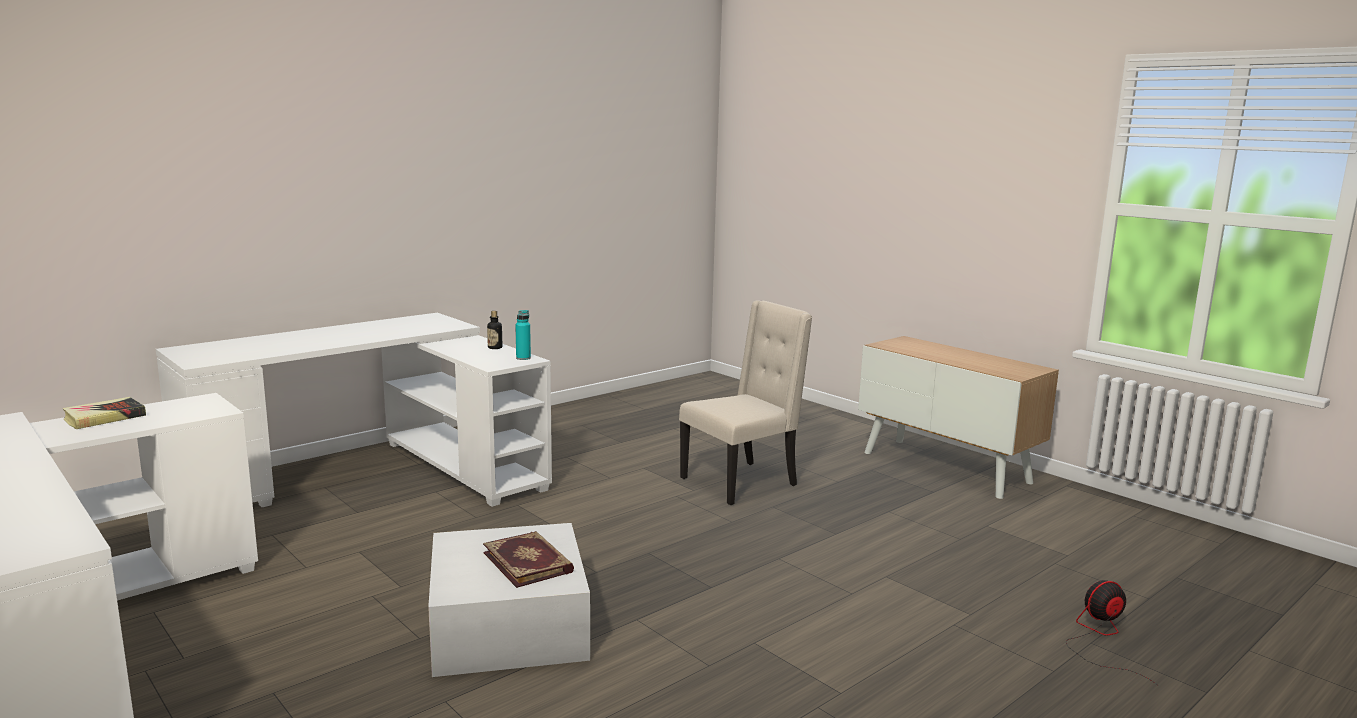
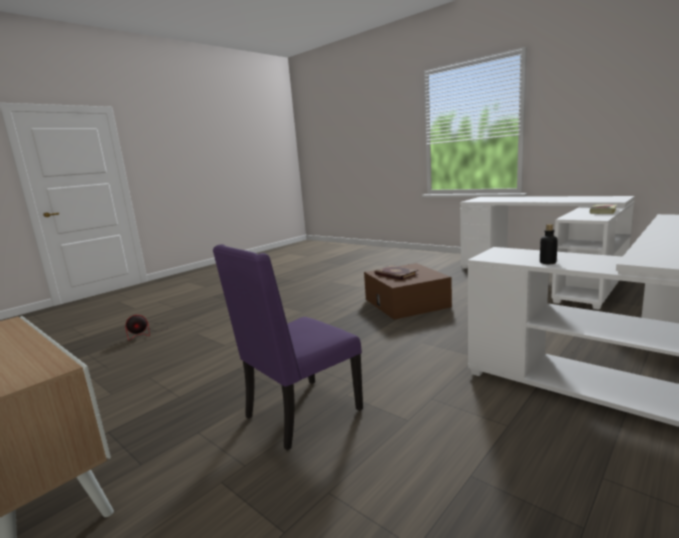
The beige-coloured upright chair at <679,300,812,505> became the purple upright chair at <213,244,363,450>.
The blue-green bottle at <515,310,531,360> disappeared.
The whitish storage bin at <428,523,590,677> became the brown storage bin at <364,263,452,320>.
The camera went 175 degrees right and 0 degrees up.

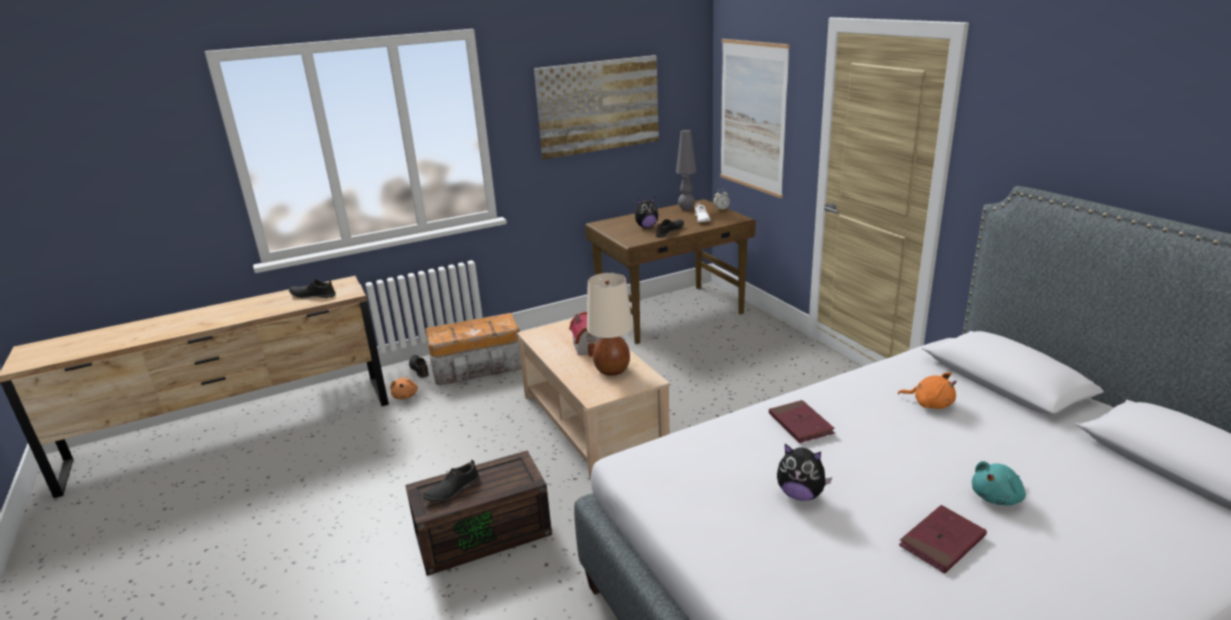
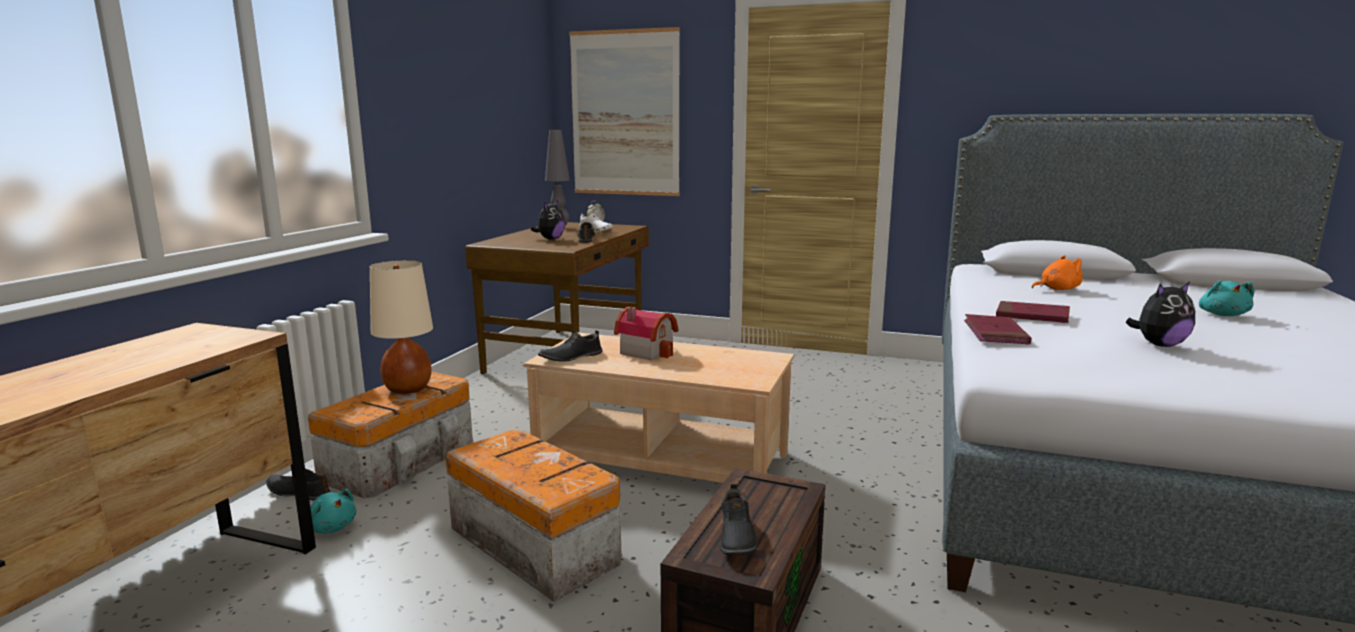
The wall art at <534,55,659,159> disappeared.
The beige-coloured table lamp moved from <587,273,633,376> to <370,260,433,394>.
The black-coloured low shoe moved from <289,279,336,298> to <538,330,602,362>.
The orangey cuddly toy at <390,378,418,399> became the blue-green cuddly toy at <310,489,356,534>.
The red-coloured bound book moved from <899,505,987,573> to <964,314,1032,345>.
The storage bin at <445,430,622,602> appeared.
The camera went 45 degrees left and 10 degrees down.

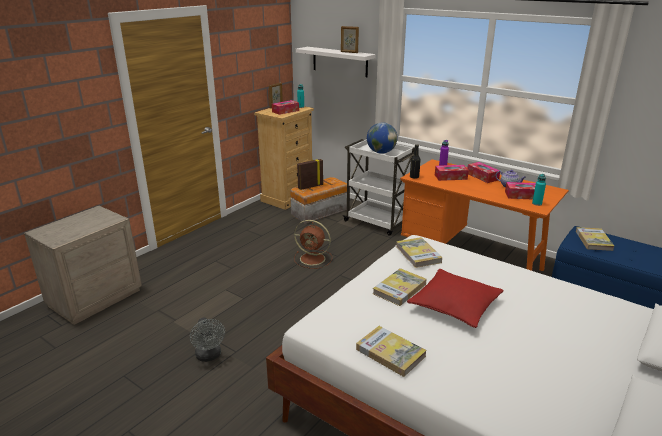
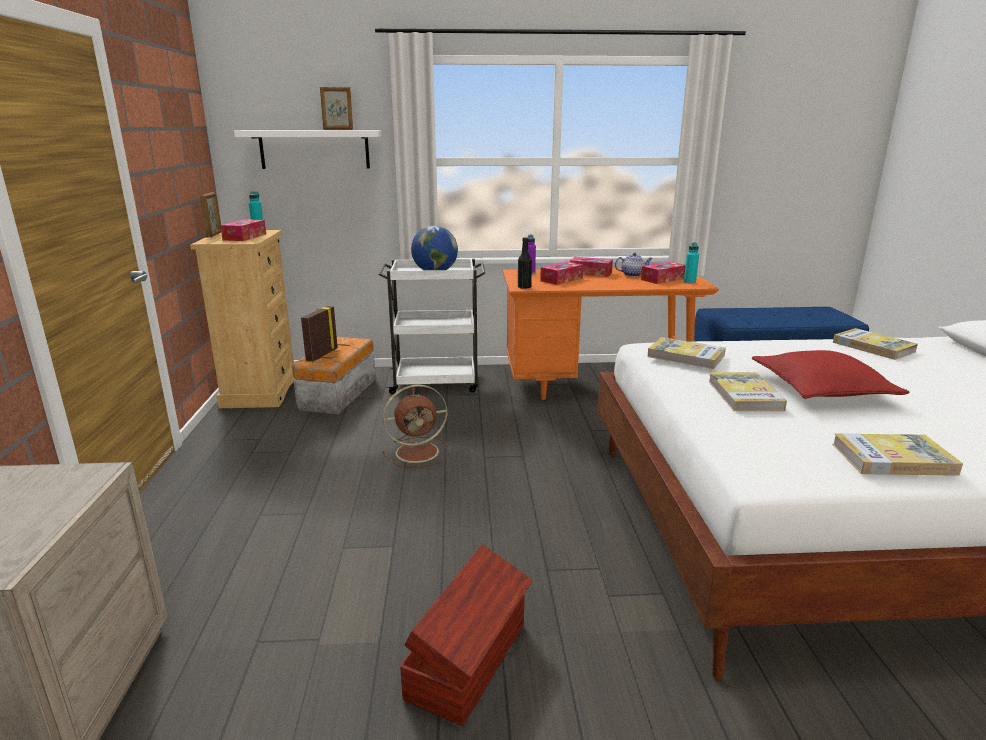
The bound book moved from <576,227,614,251> to <833,328,918,360>.
The greyish fan at <190,317,225,362> was replaced by the brown storage bin at <400,544,533,726>.
The camera went 40 degrees left and 5 degrees down.

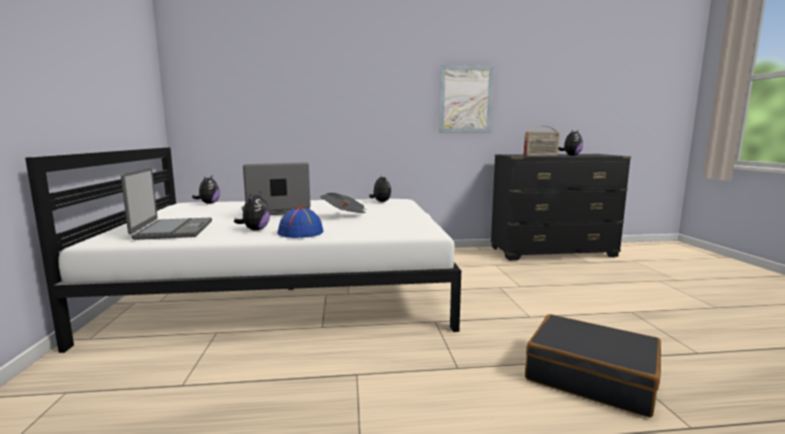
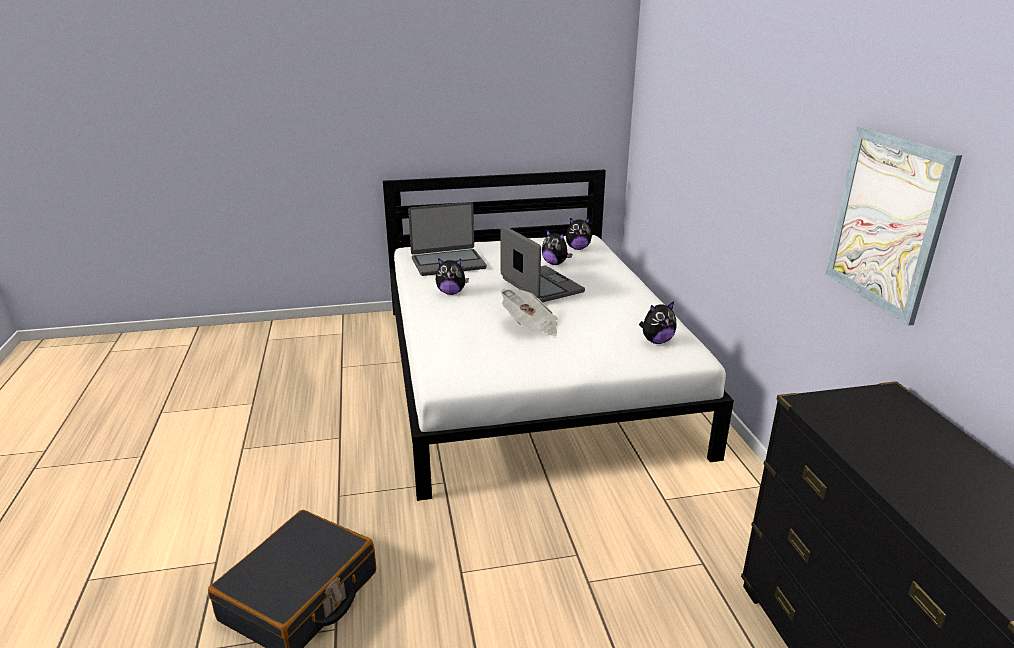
The radio at <524,126,560,156> disappeared.
The cuddly toy moved from <558,129,583,156> to <542,229,572,265>.
The blue-coloured hat at <277,206,323,238> disappeared.
The camera went 85 degrees right and 15 degrees up.

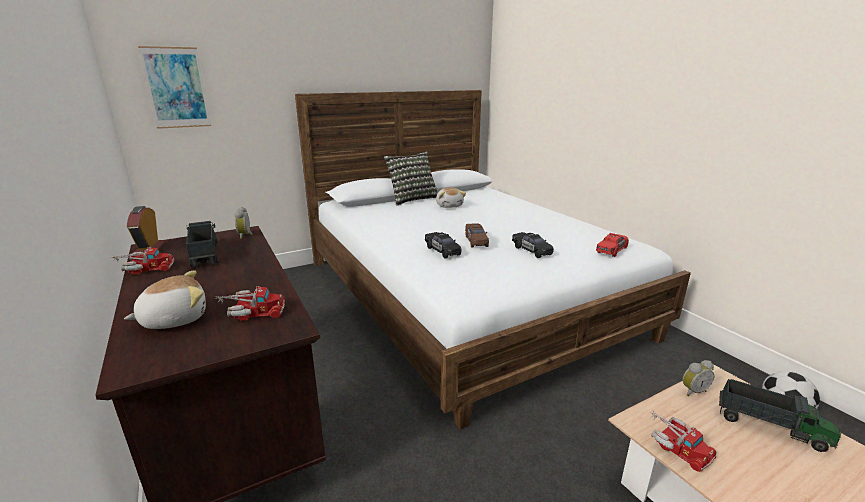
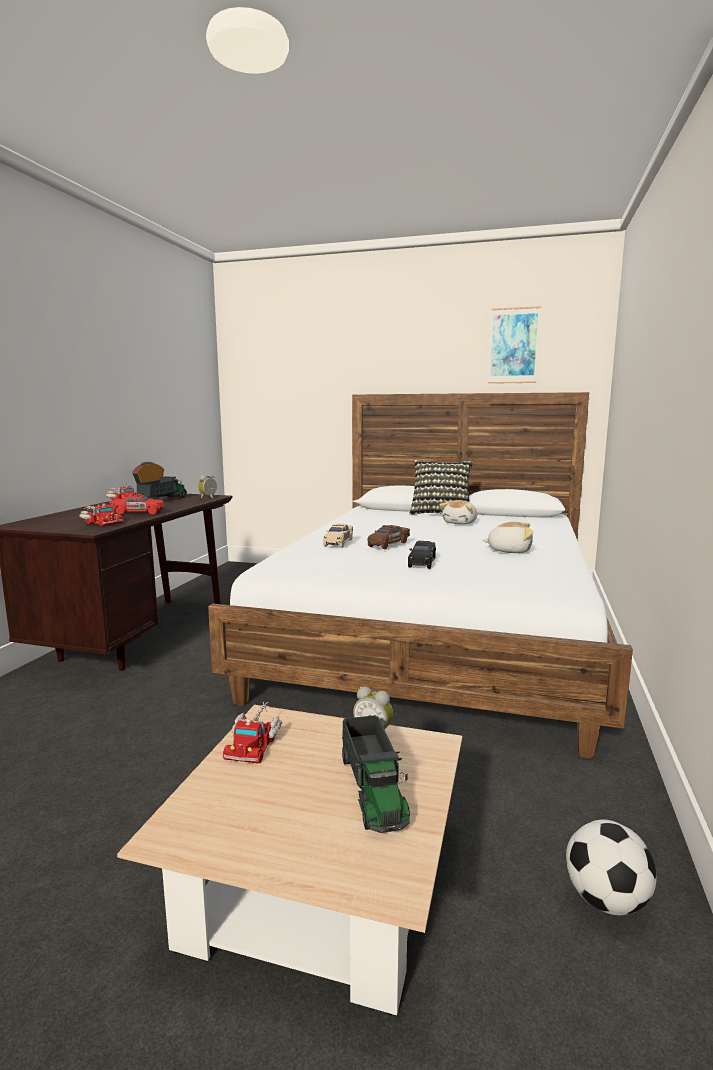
The wall art moved from <138,46,211,129> to <488,306,541,384>.
The black-coloured miniature car at <425,232,462,258> became the beige-coloured miniature car at <323,524,353,548>.
The red-coloured miniature car moved from <596,233,629,257> to <109,494,164,515>.
The cuddly toy moved from <124,270,206,329> to <482,522,534,553>.
The camera went 45 degrees right and 10 degrees down.

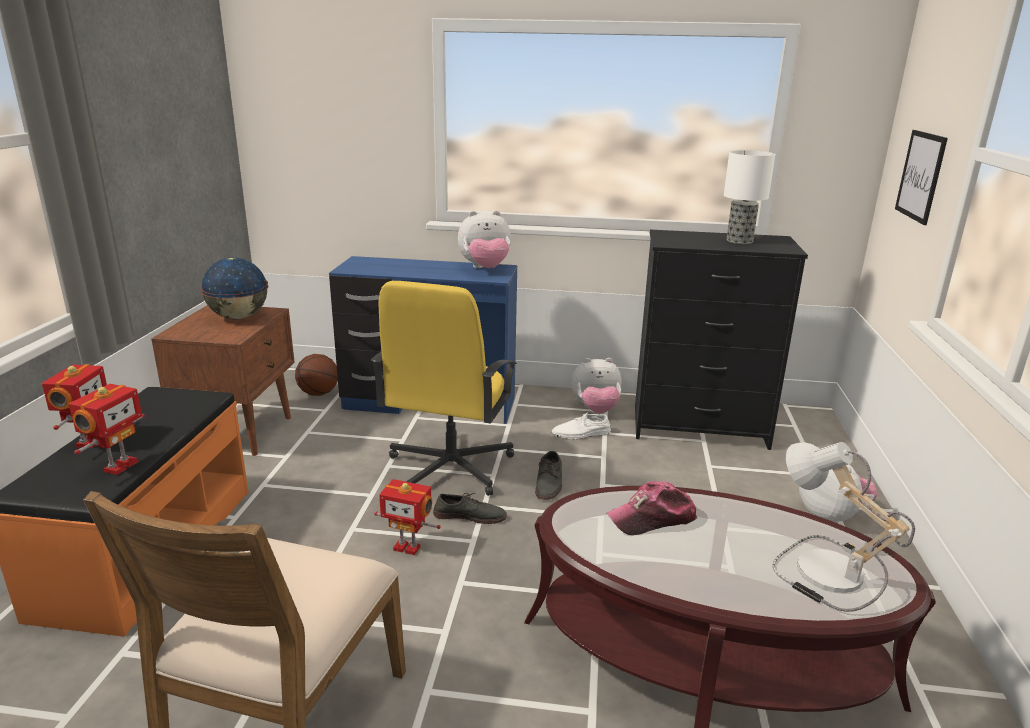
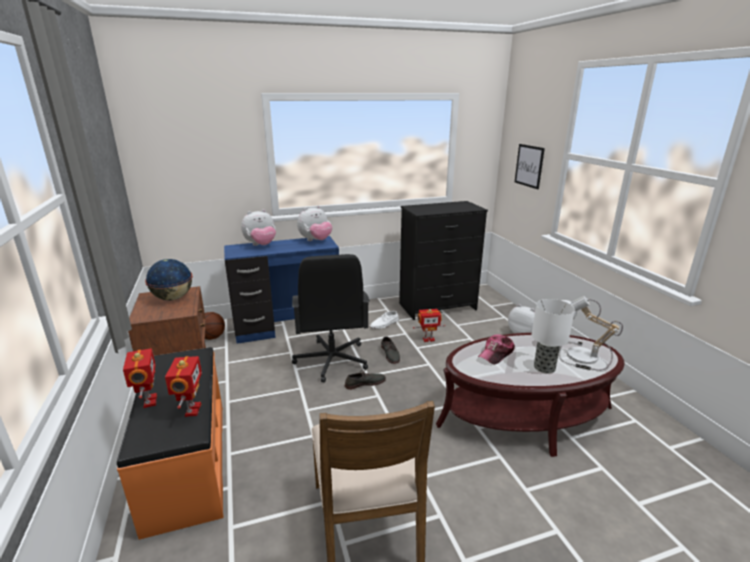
The table lamp moved from <724,150,775,244> to <532,299,575,374>.
The yellowish computer chair at <371,281,517,496> became the black-coloured computer chair at <292,254,370,383>.
The cuddly toy moved from <571,358,621,413> to <241,209,276,246>.
The toy robot moved from <374,479,441,555> to <413,309,445,342>.
The camera went 25 degrees left and 0 degrees up.

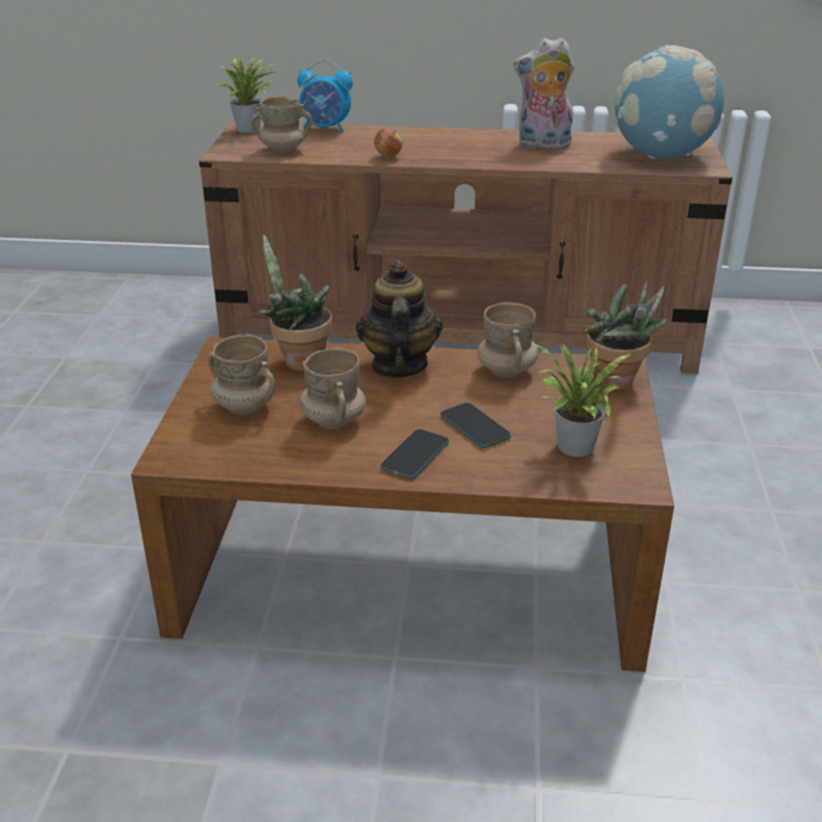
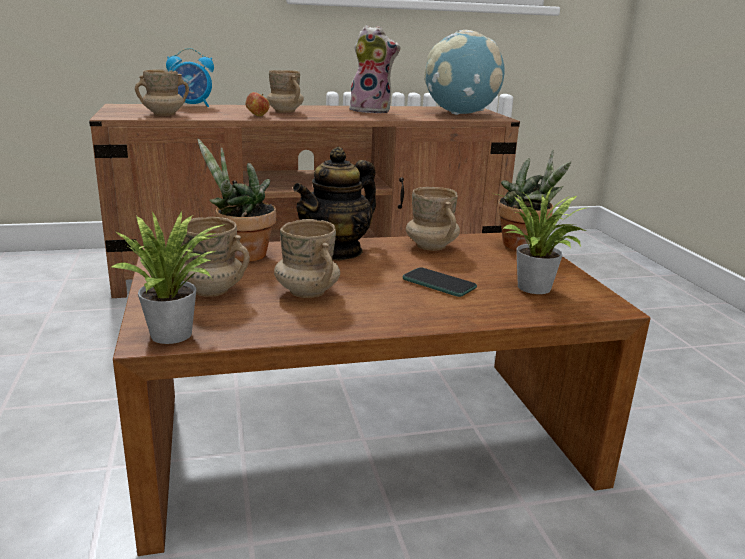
The cuddly toy at <513,37,575,149> turned 150 degrees counterclockwise.
The potted plant moved from <217,53,275,133> to <112,211,225,344>.
The teapot at <356,260,443,378> turned 120 degrees counterclockwise.
The handset at <380,429,449,479> disappeared.
The beige-coloured mug at <266,70,304,113> appeared.
The camera went 20 degrees left and 10 degrees down.

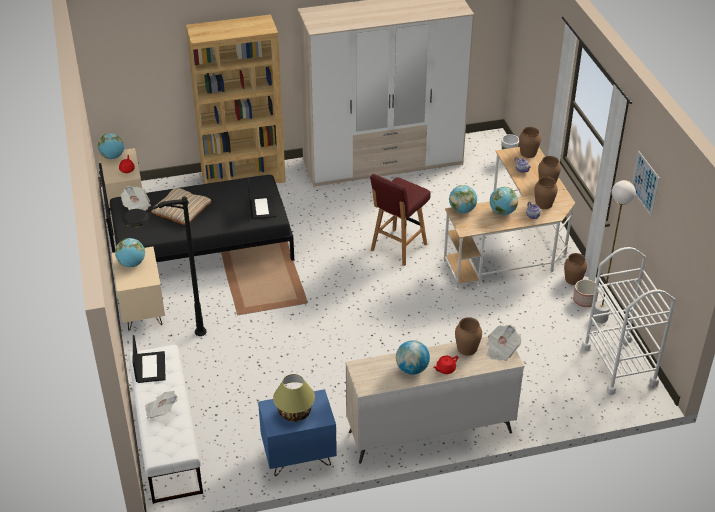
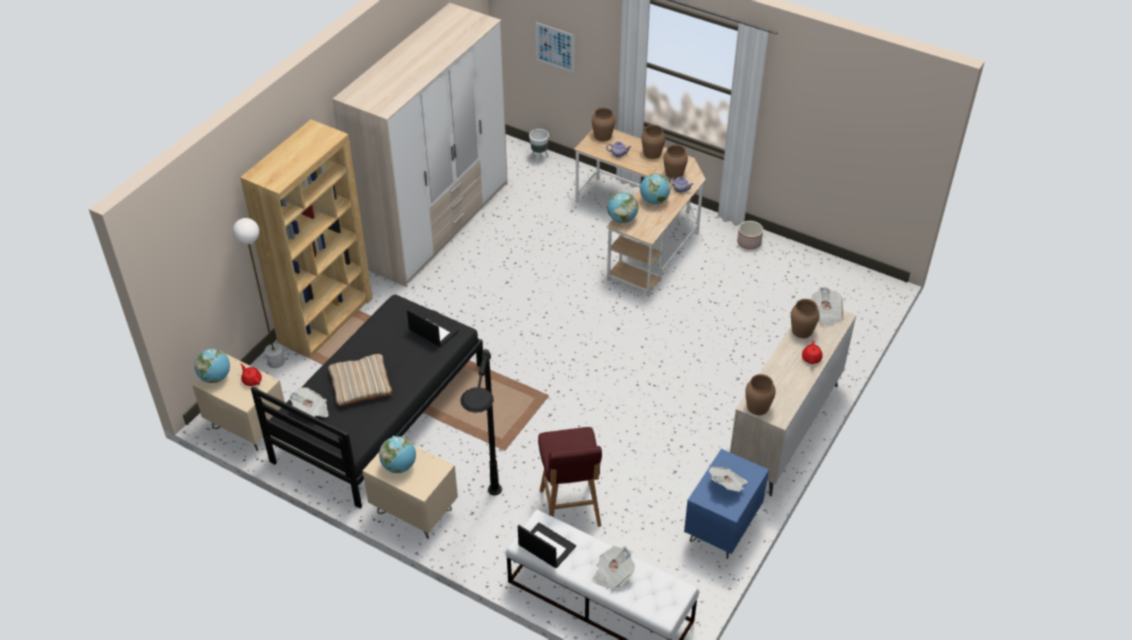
The wall art moved from <632,150,660,217> to <536,22,574,73>.
The red-coloured sitting stool moved from <370,174,431,266> to <538,427,602,527>.
The whitish floor lamp moved from <593,180,636,323> to <233,218,285,368>.
The whitish trolley at <582,247,675,395> disappeared.
The brown flower vase moved from <564,253,587,285> to <745,374,776,415>.
The world globe at <396,340,430,375> disappeared.
The table lamp at <273,374,315,422> was replaced by the newspaper at <709,467,747,492>.
The camera went 45 degrees left and 5 degrees up.

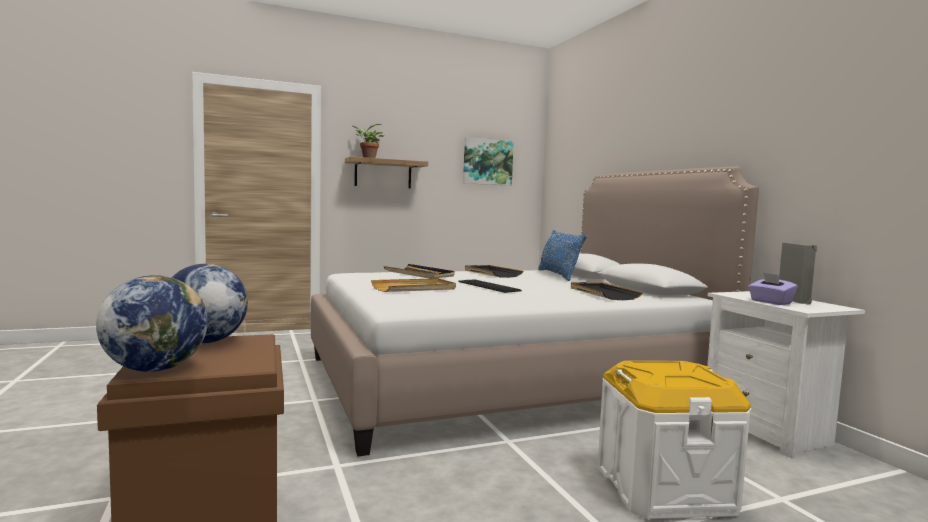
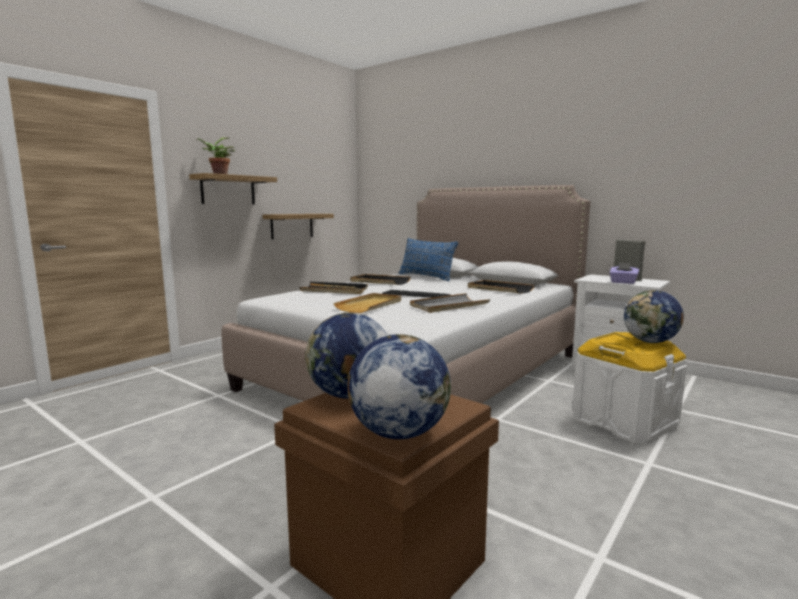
The wall art at <463,137,514,186> disappeared.
The wall shelf at <263,214,334,240> appeared.
The world globe at <624,290,684,343> appeared.
The greyish serving tray at <410,293,490,313> appeared.
The camera went 30 degrees left and 5 degrees up.

